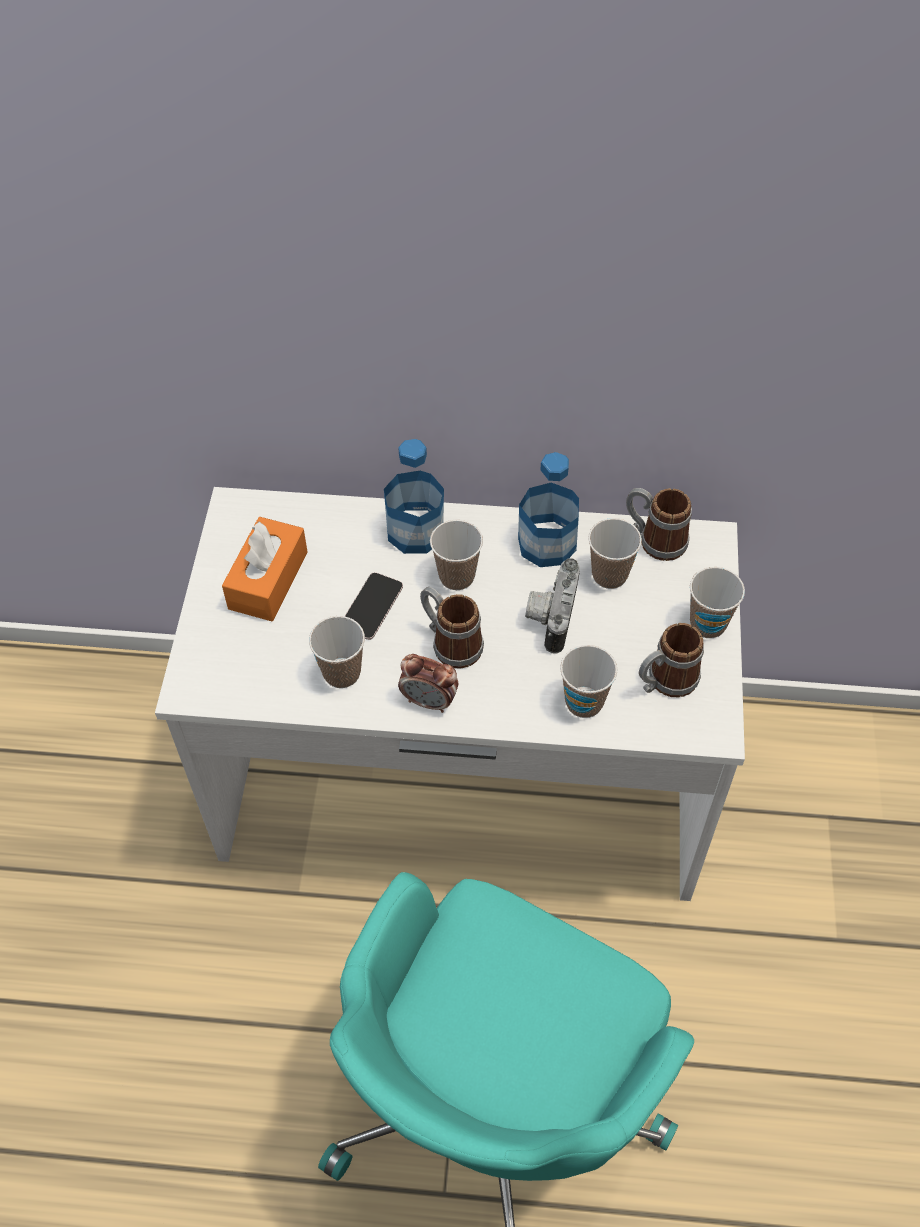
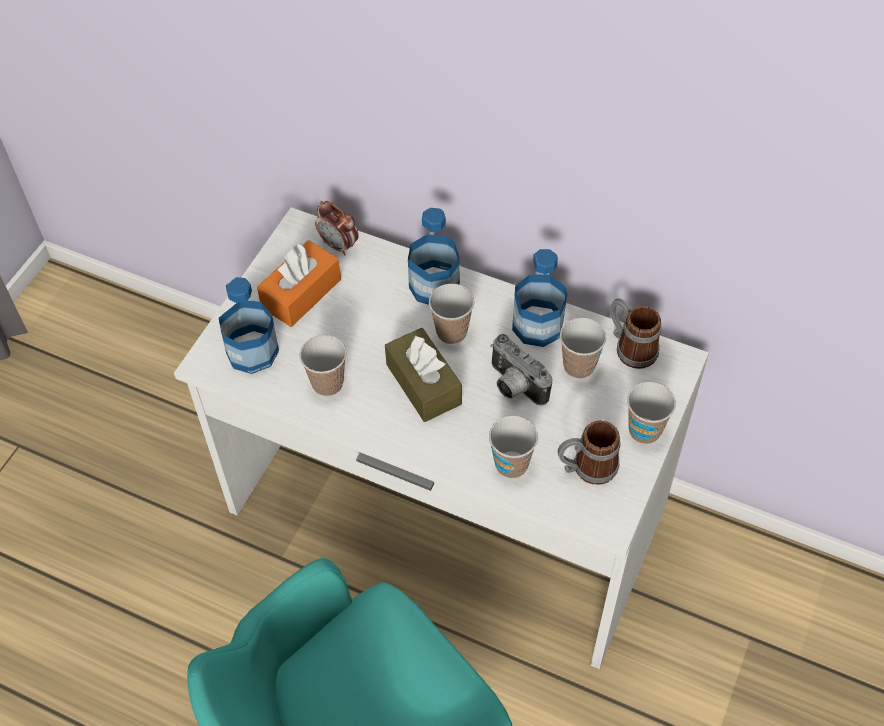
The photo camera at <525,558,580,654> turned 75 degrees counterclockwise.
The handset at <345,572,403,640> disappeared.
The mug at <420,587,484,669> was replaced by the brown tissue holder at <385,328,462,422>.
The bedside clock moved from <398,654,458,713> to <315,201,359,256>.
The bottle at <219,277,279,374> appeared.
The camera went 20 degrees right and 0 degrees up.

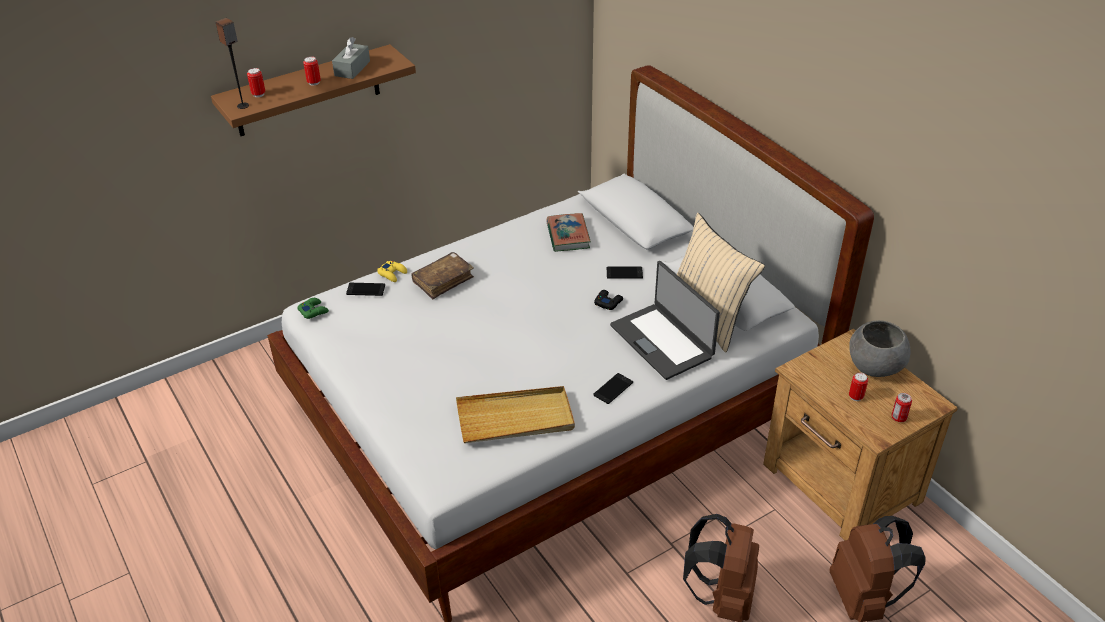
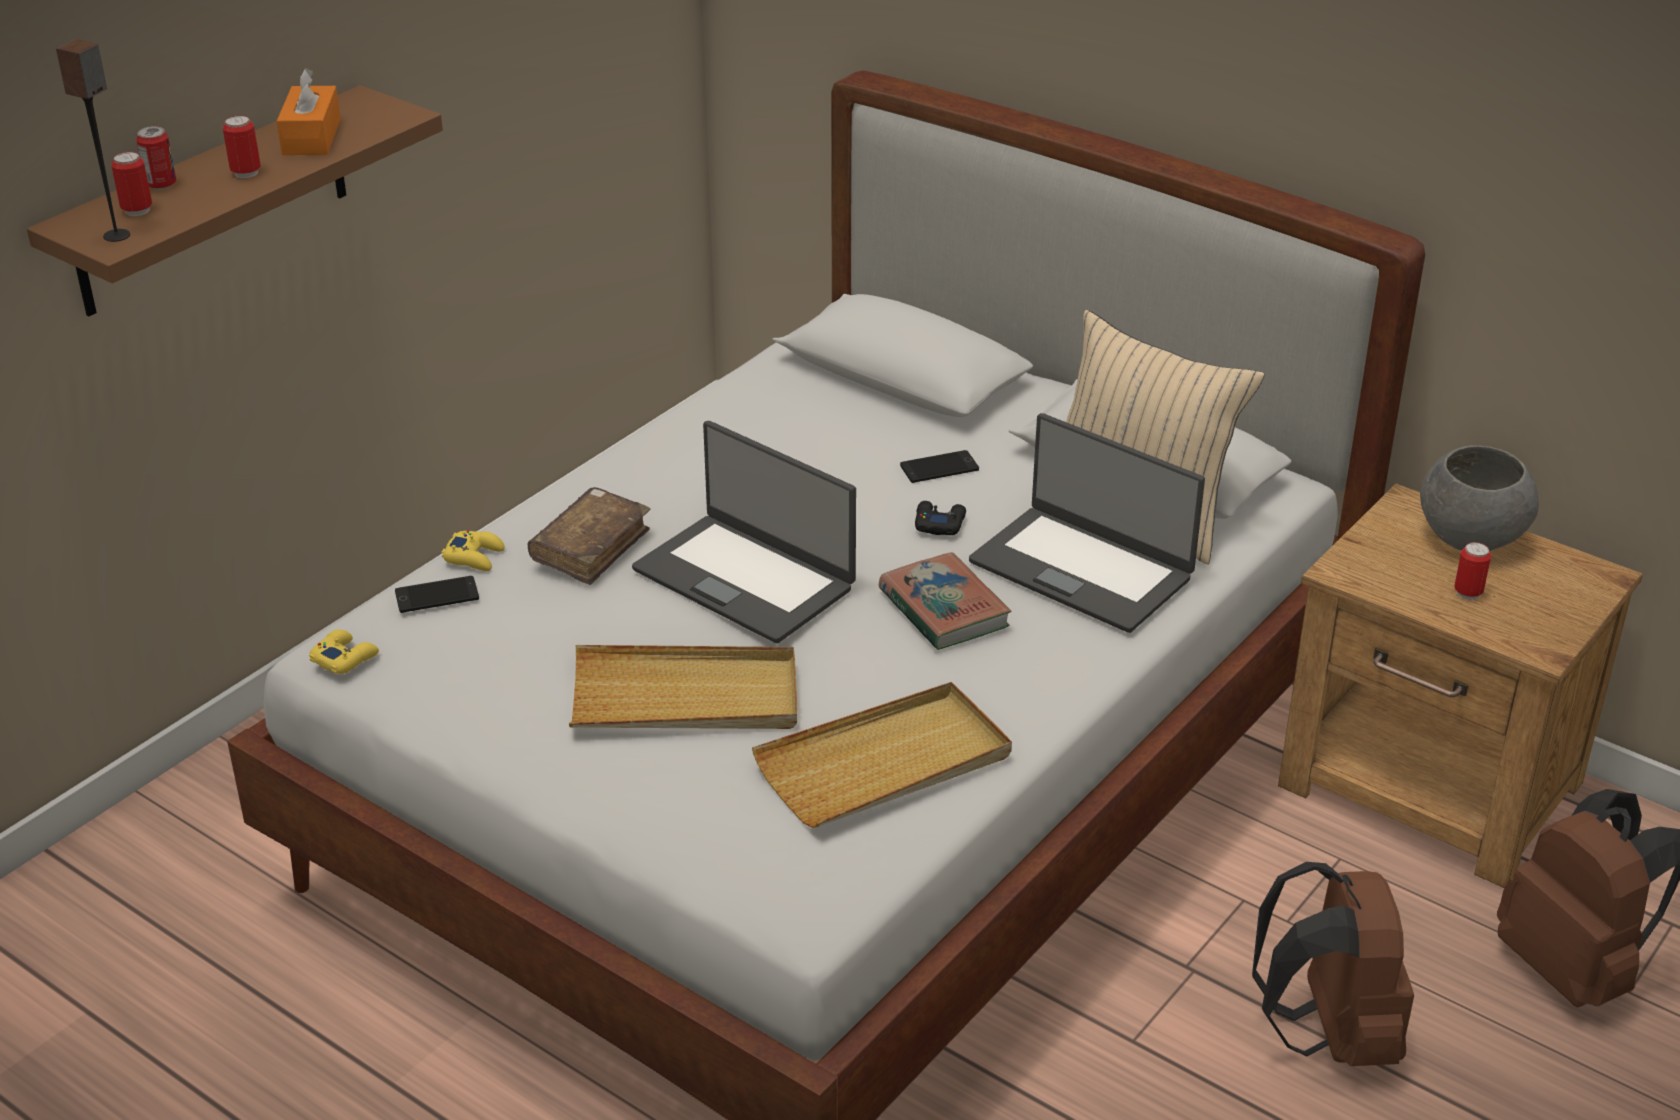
The greyish tissue holder at <332,37,370,79> became the orangey tissue holder at <277,68,341,155>.
The bound book moved from <546,213,591,252> to <879,552,1012,650>.
The green-coloured joypad at <297,298,329,319> became the yellowish joypad at <309,630,379,674>.
The handset at <593,373,633,404> disappeared.
The can moved from <891,393,912,422> to <136,126,176,189>.
The notebook computer at <632,421,856,643> appeared.
The beige-coloured serving tray at <569,645,797,729> appeared.
The camera went 20 degrees left and 5 degrees down.

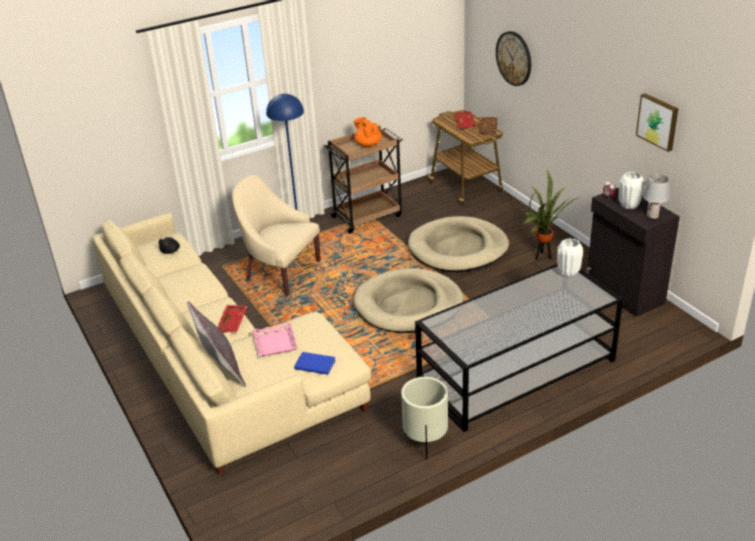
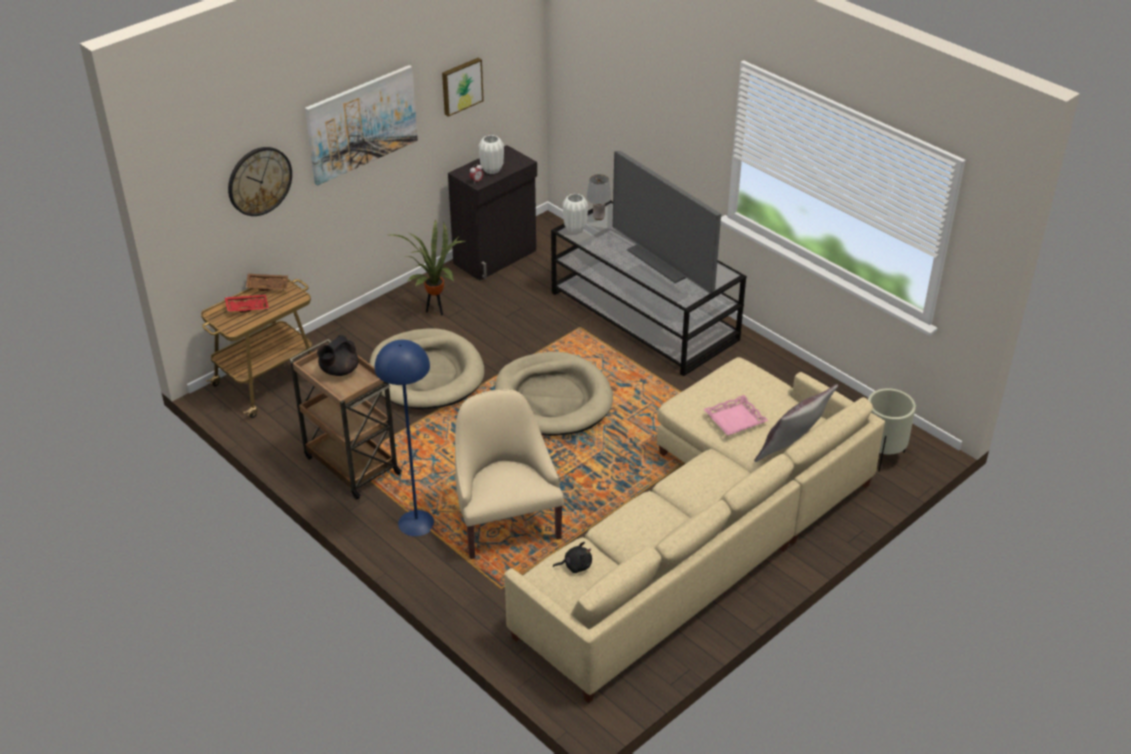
The orangey teapot at <354,117,382,147> became the black-coloured teapot at <317,335,359,376>.
The greyish table lamp moved from <643,174,668,220> to <586,174,611,220>.
The beige-coloured easy chair at <232,175,321,296> turned 150 degrees clockwise.
The red-coloured serving tray at <218,305,247,333> disappeared.
The blue-coloured bound book at <294,352,336,375> disappeared.
The beige-coloured planter moved from <401,377,448,460> to <868,388,916,472>.
The wall art at <305,65,418,185> appeared.
The TV at <612,151,721,294> appeared.
The camera went 105 degrees left and 5 degrees up.

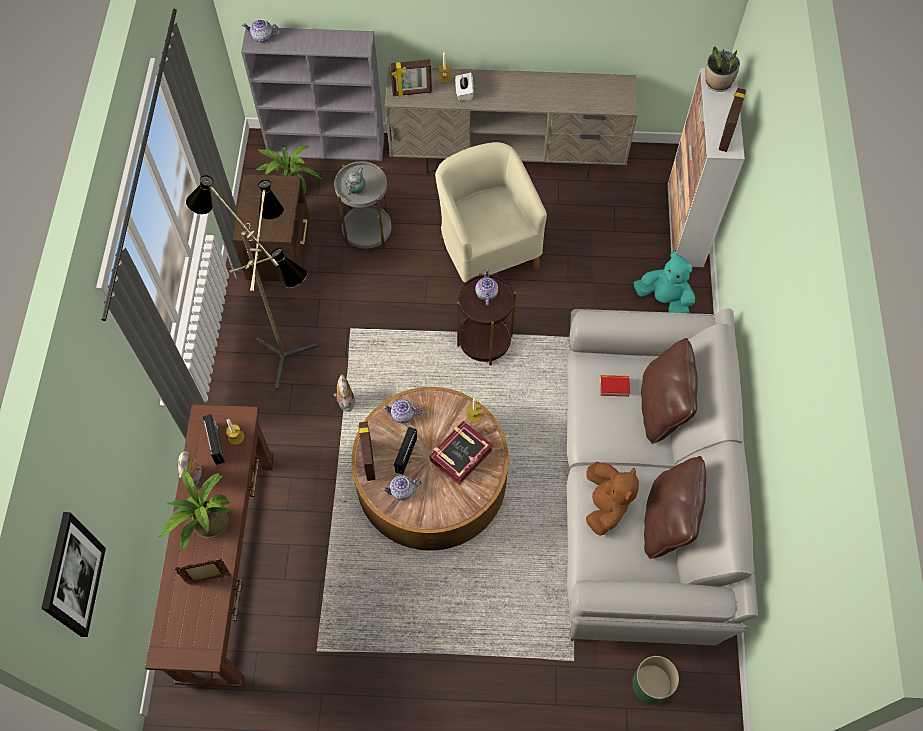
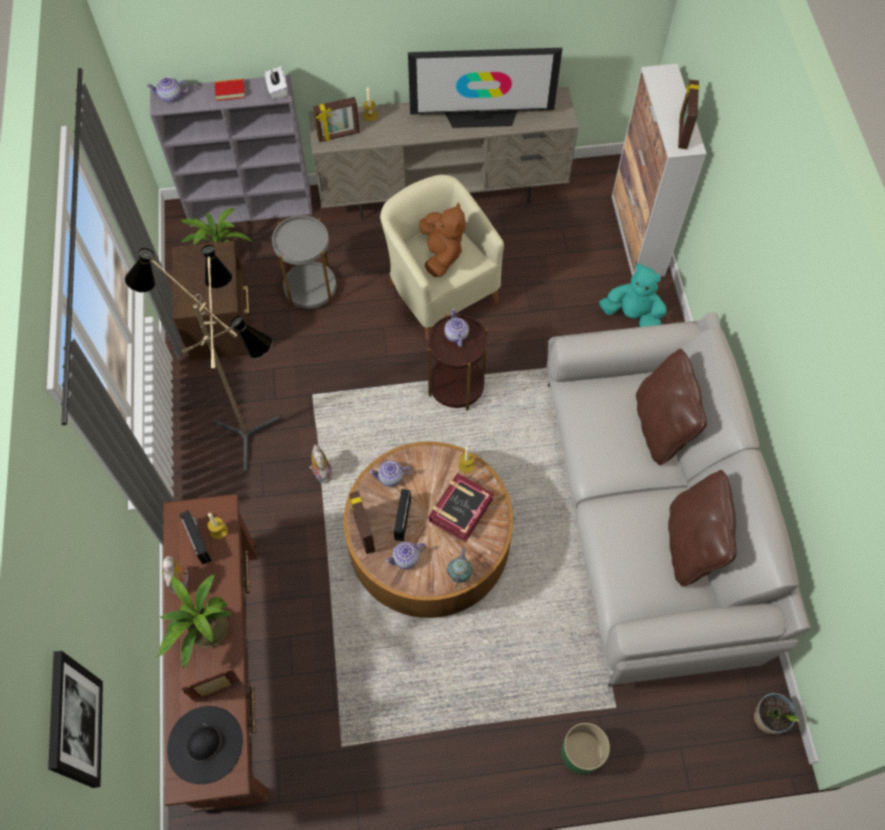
The potted plant moved from <705,46,740,92> to <754,693,800,734>.
The whitish tissue holder moved from <455,73,474,101> to <265,66,288,99>.
The teapot moved from <345,167,365,195> to <447,548,472,588>.
The bound book moved from <600,375,630,396> to <215,79,245,101>.
The brown cuddly toy moved from <586,462,639,536> to <419,202,465,277>.
The green-coloured planter moved from <632,656,679,704> to <561,723,610,775>.
The TV at <408,48,562,128> appeared.
The black-coloured hat at <167,706,243,784> appeared.
The camera went 10 degrees left and 0 degrees up.

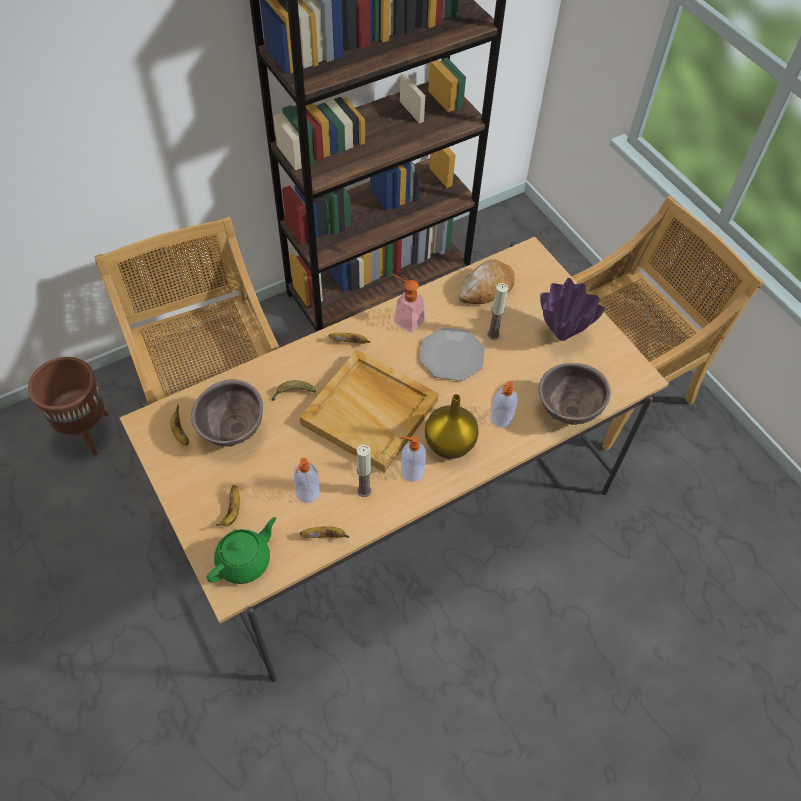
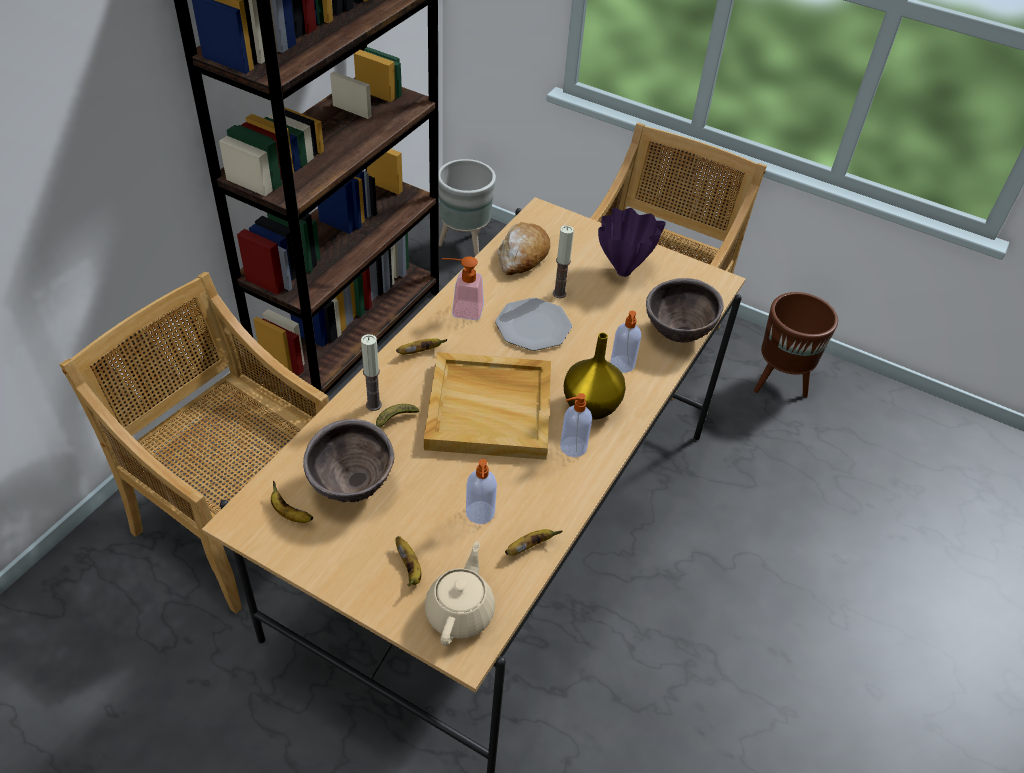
The brown planter moved from <28,357,109,456> to <754,292,838,397>.
The candle moved from <357,444,372,497> to <361,334,382,411>.
The green-coloured teapot at <207,517,276,584> became the beige-coloured teapot at <425,542,495,646>.
The greyish planter at <439,159,496,256> appeared.
The camera went 30 degrees left and 10 degrees down.

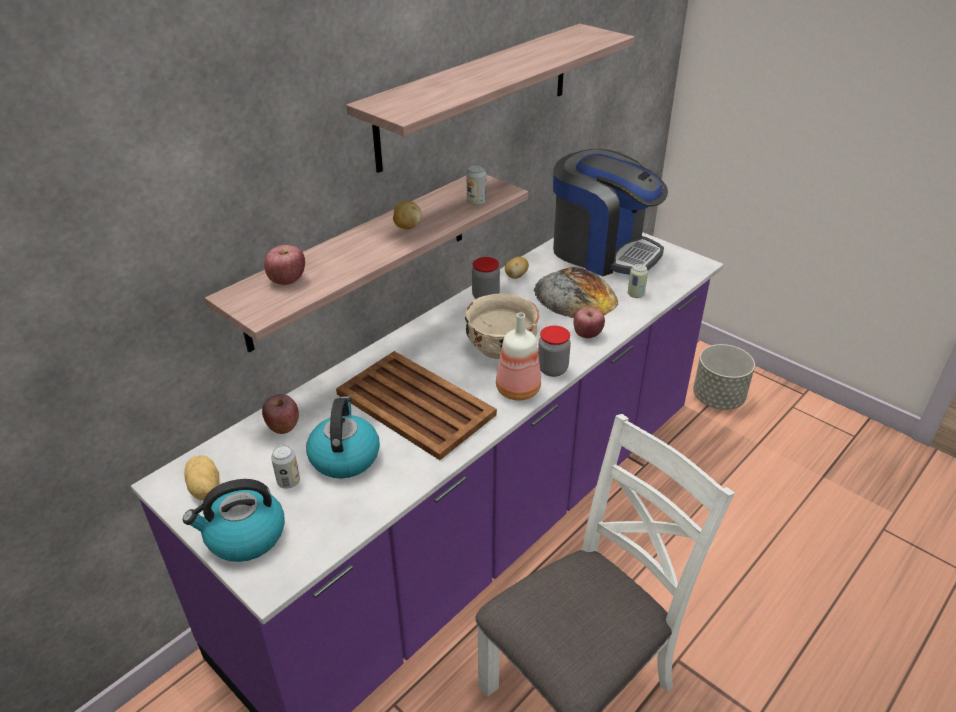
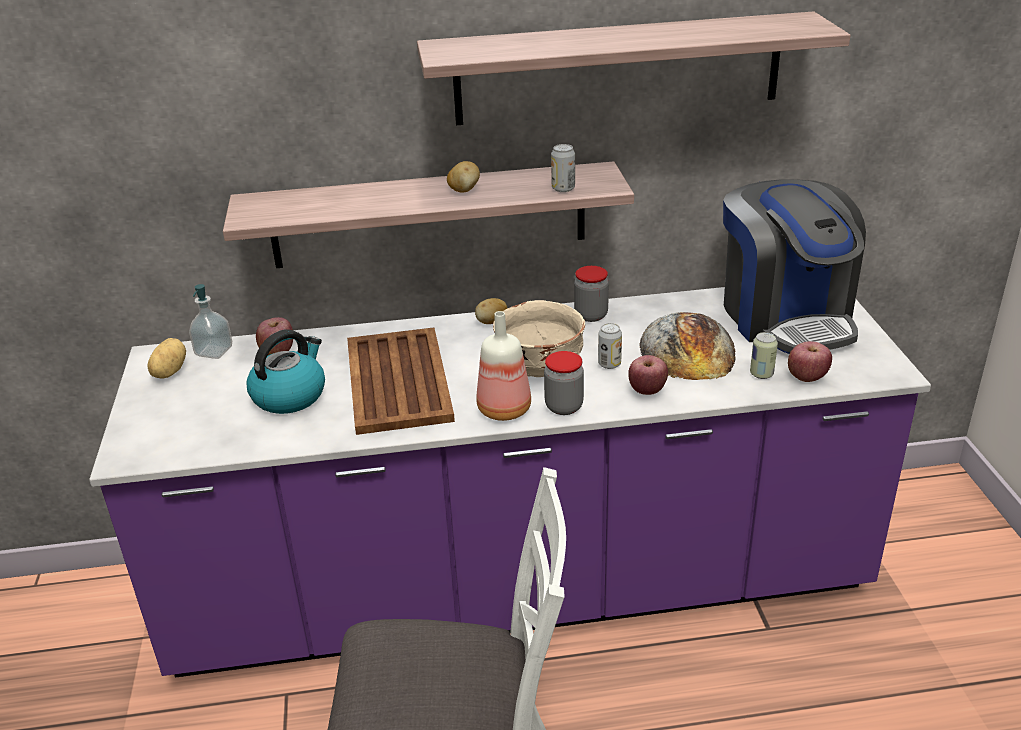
The apple moved from <264,245,305,285> to <788,341,832,382>.
The potato moved from <505,257,529,279> to <475,298,507,324>.
The greyish planter at <693,344,755,410> disappeared.
The can moved from <271,445,300,489> to <598,323,622,369>.
The kettle at <183,479,284,562> disappeared.
The soap bottle at <189,284,232,359> appeared.
The camera went 40 degrees right and 5 degrees down.

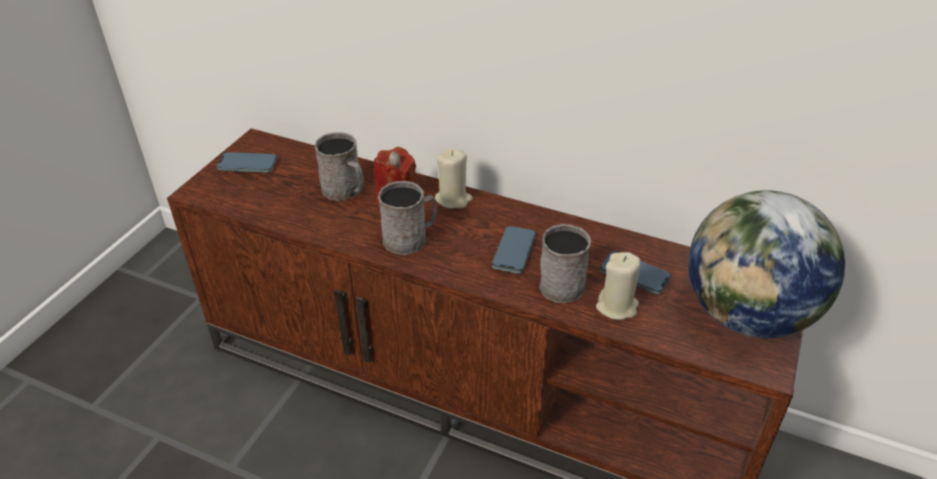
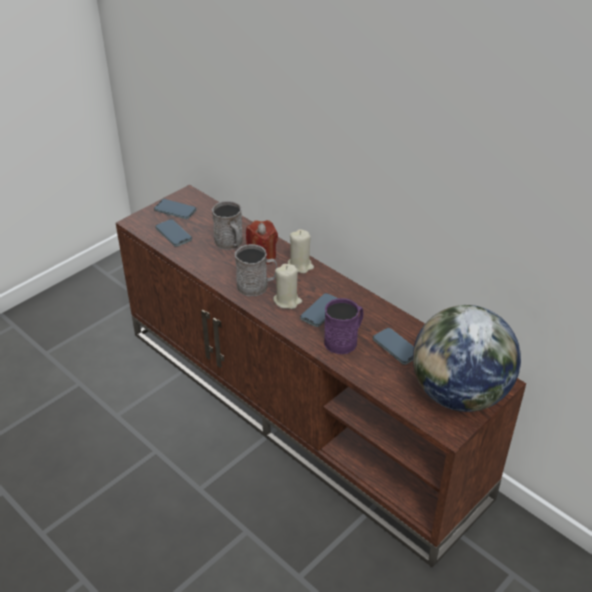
The greyish mug at <539,224,591,303> became the purple mug at <324,298,363,354>.
The beige-coloured candle moved from <596,252,640,320> to <273,264,302,309>.
The handset at <155,219,192,247> appeared.
The camera went 20 degrees right and 0 degrees up.

